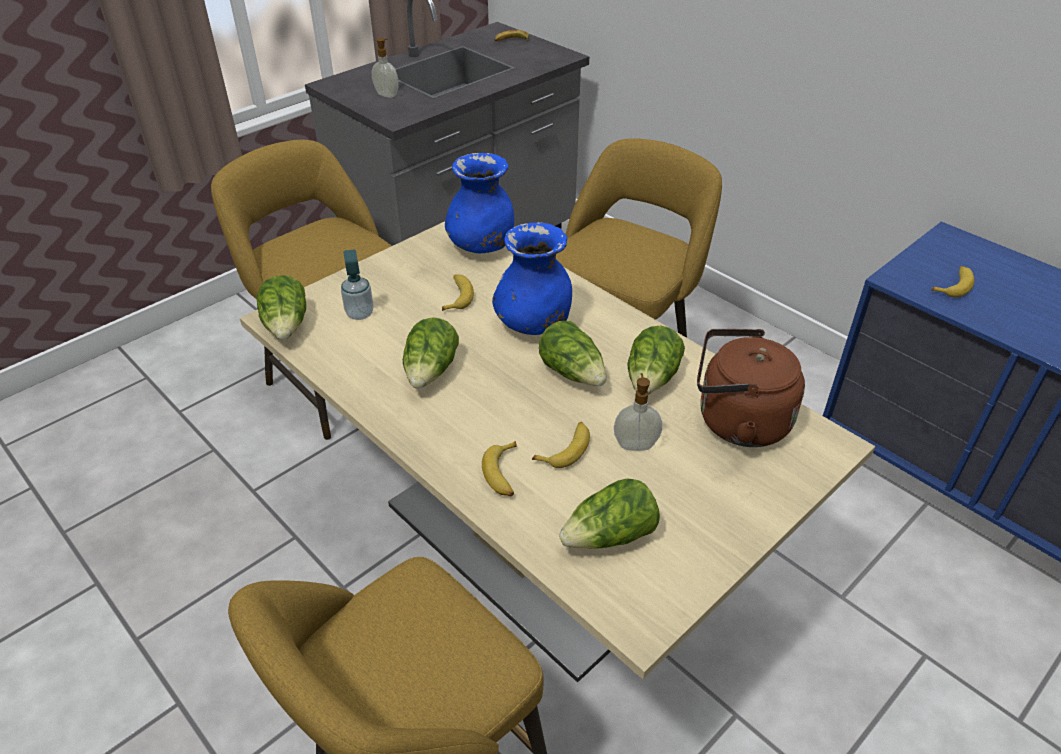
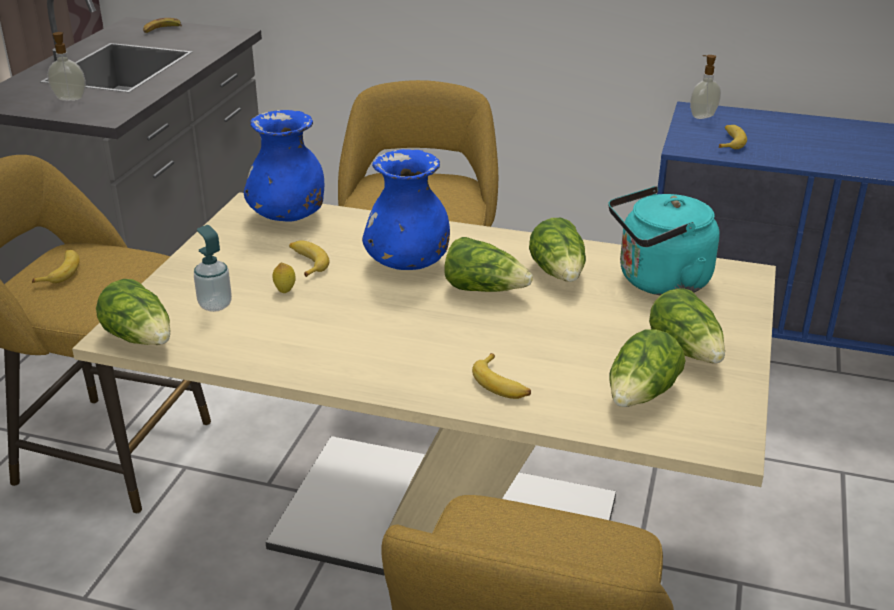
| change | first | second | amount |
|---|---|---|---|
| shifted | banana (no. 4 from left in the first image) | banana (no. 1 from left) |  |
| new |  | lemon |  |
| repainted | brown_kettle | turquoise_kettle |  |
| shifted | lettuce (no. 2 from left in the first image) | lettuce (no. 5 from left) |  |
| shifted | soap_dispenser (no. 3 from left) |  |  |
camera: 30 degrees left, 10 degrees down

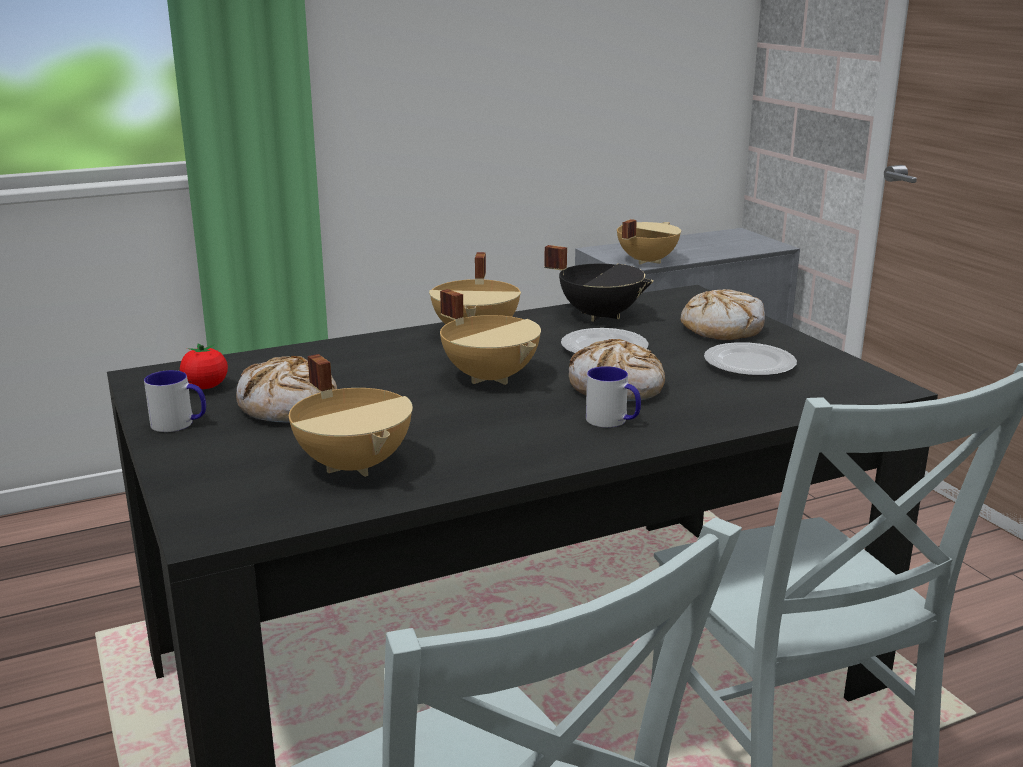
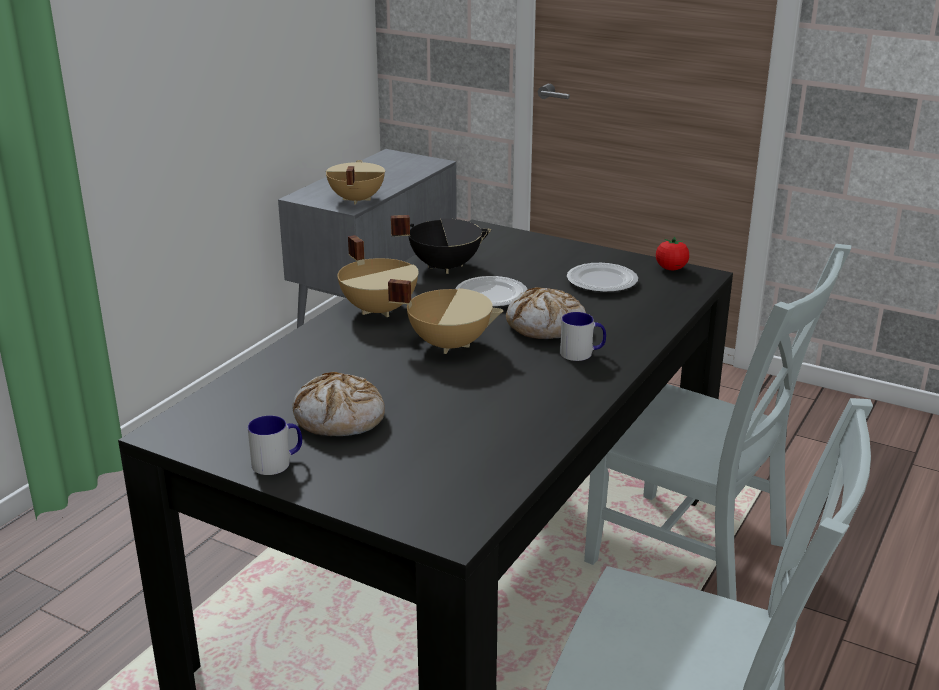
| change | first | second | amount |
|---|---|---|---|
| shifted | tomato |  |  |
| gone | beige_cooking_pot (no. 1 from left) |  |  |
| gone | bread (no. 3 from left) |  |  |
camera: 35 degrees left, 5 degrees up

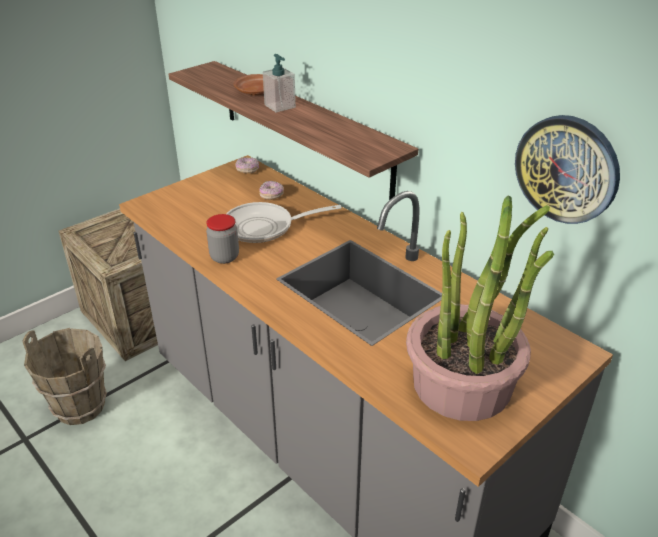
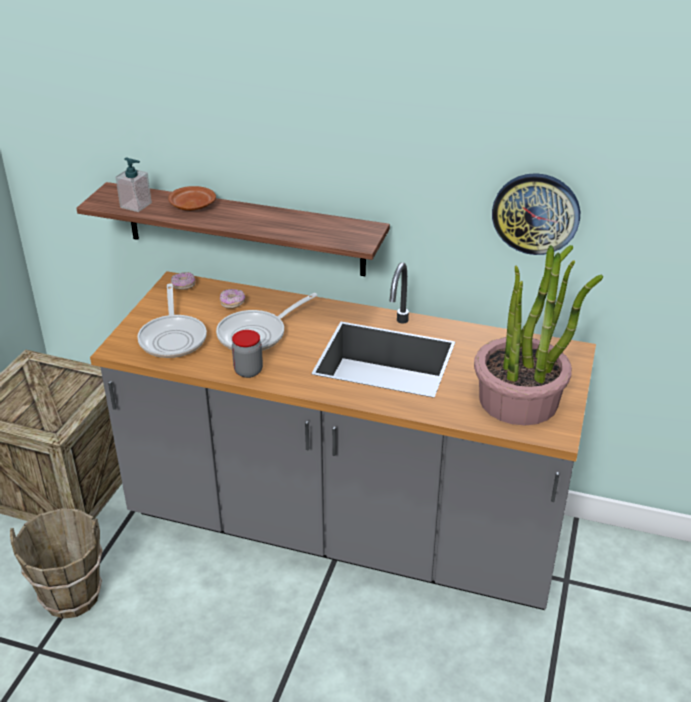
| change | first | second | amount |
|---|---|---|---|
| shifted | soap_dispenser |  |  |
| new |  | frying_pan (no. 1 from left) |  |
camera: 30 degrees left, 0 degrees up

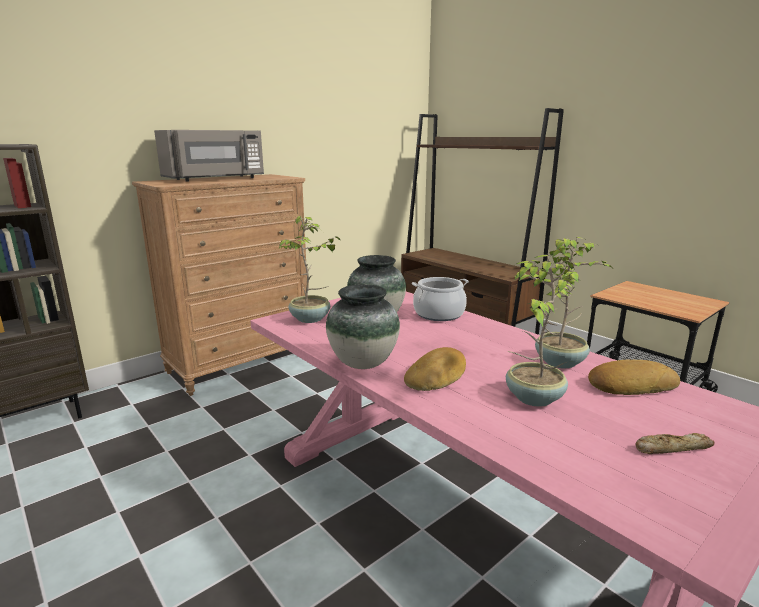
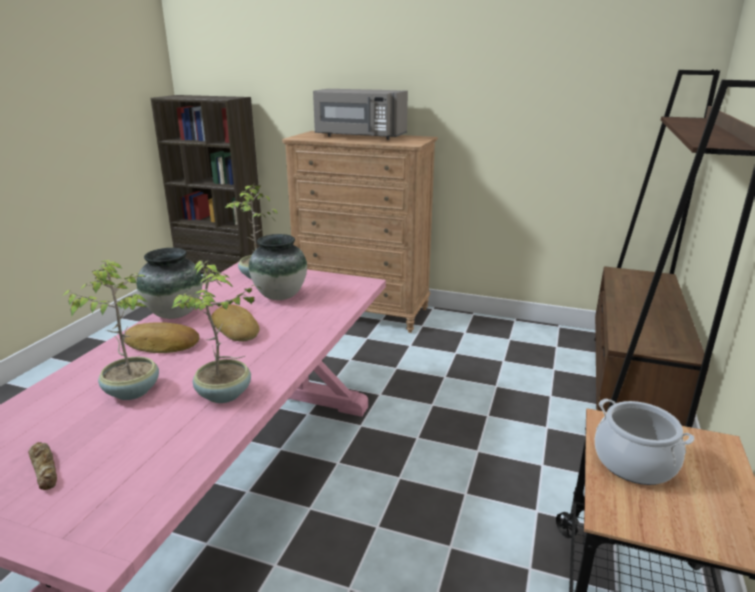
| change | first | second | amount |
|---|---|---|---|
| shifted | bread (no. 2 from left in the first image) | bread (no. 3 from left) |  |
| shifted | cooking_pot |  |  |
camera: 60 degrees right, 5 degrees up

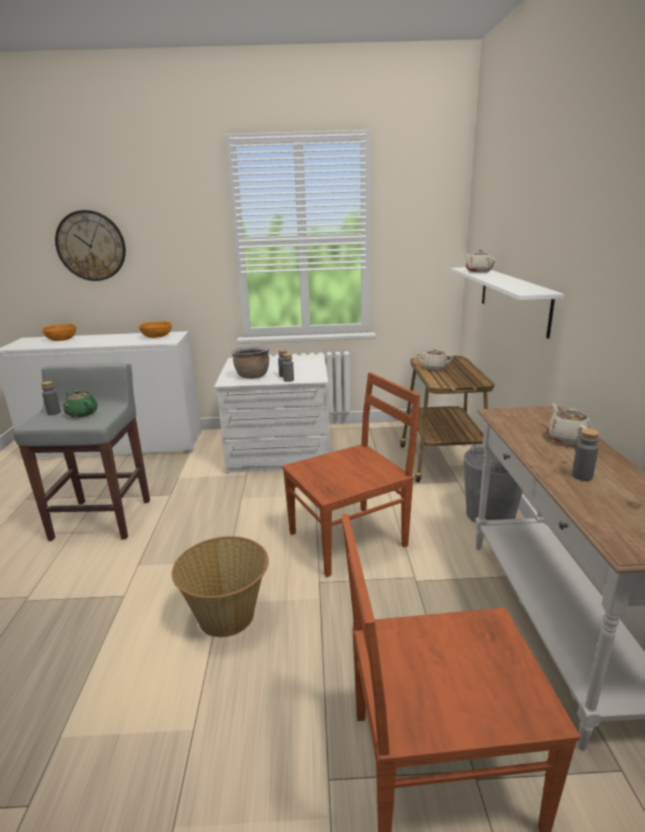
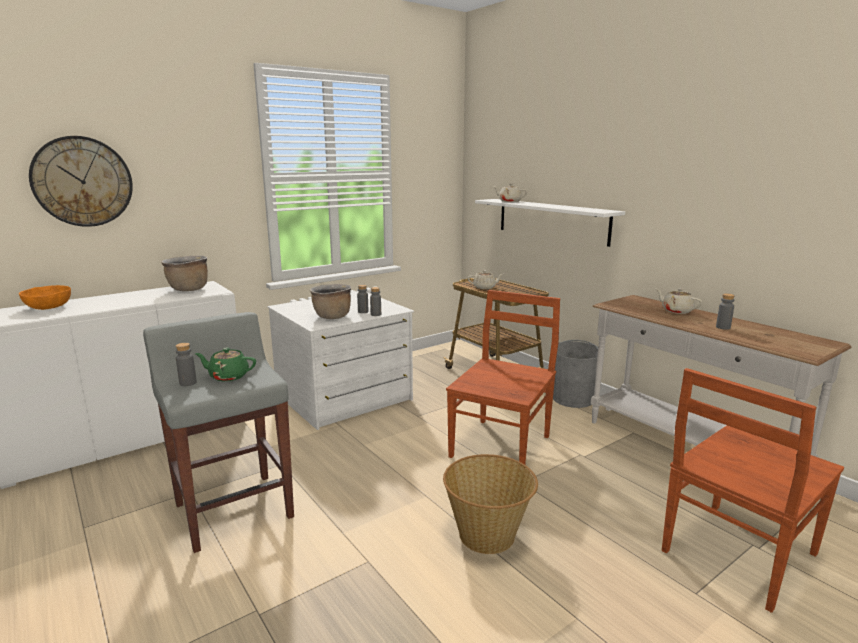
| change | first | second | amount |
|---|---|---|---|
| swapped | orange_bowl (no. 2 from left) | brown_cooking_pot (no. 1 from left) |  |
camera: 35 degrees left, 5 degrees down

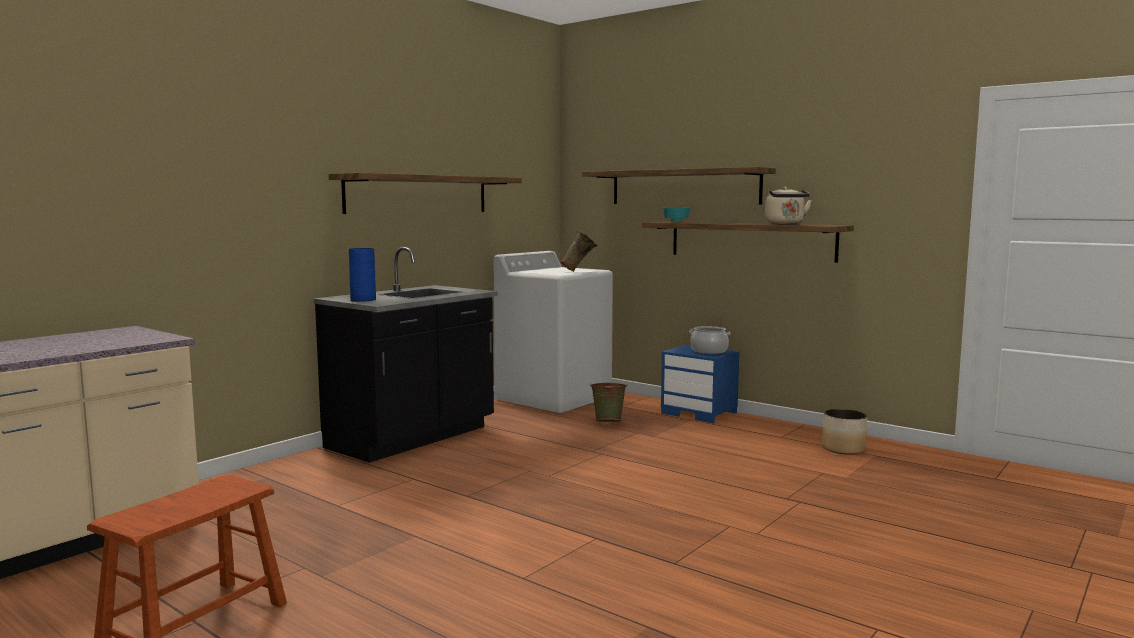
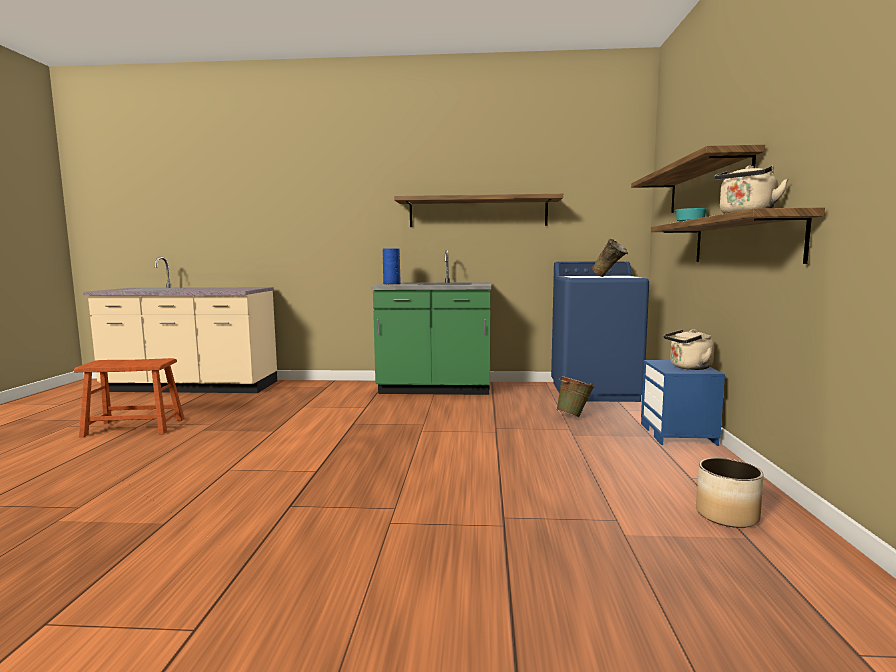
| change | first | second | amount |
|---|---|---|---|
| repainted | black_counter | green_counter |  |
| repainted | white_washing_machine | blue_washing_machine |  |
| swapped | cooking_pot | beige_kettle (no. 1 from left) |  |
camera: 55 degrees right, 0 degrees up

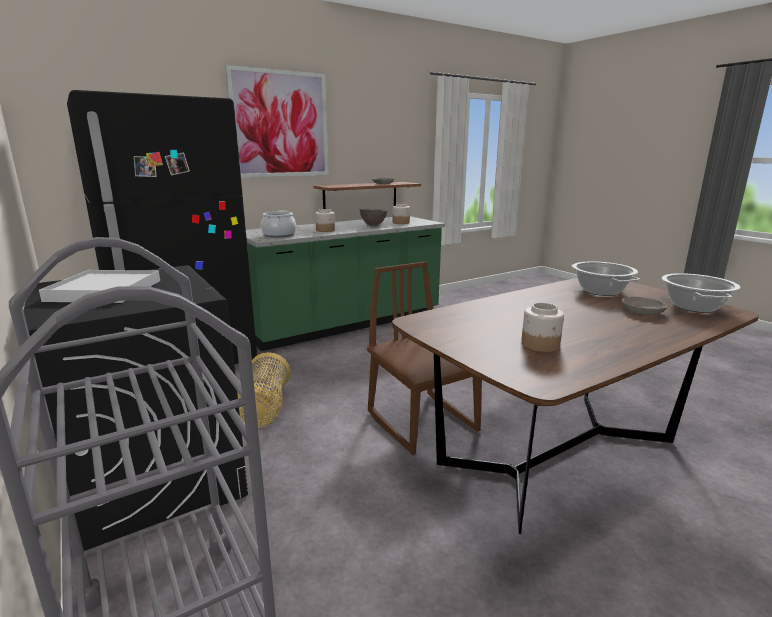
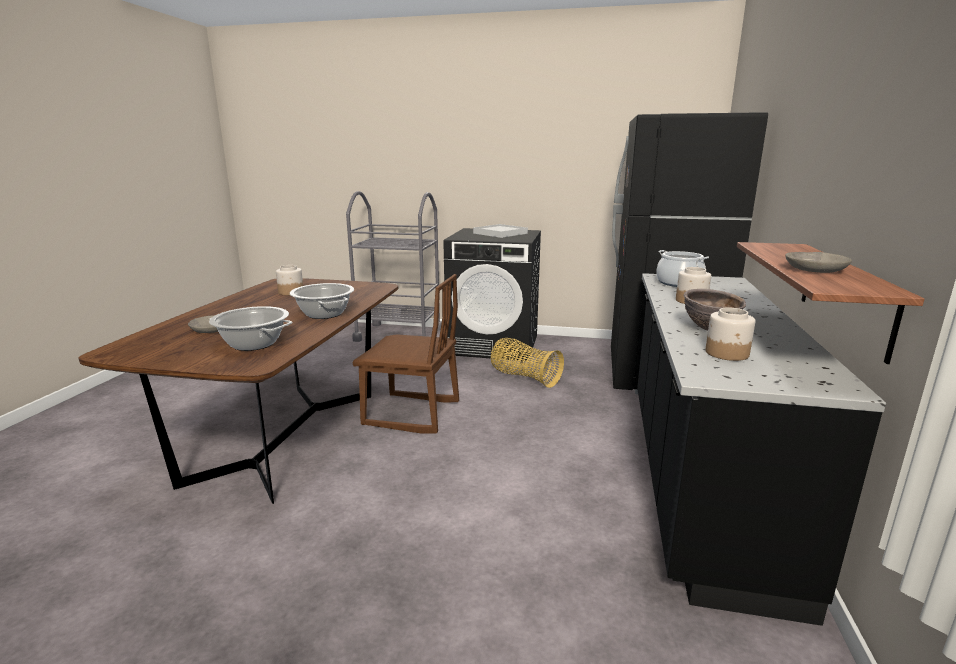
| change | first | second | amount |
|---|---|---|---|
| shifted | cooking_pot (no. 3 from left in the first image) | cooking_pot (no. 2 from left) |  |
| repainted | green_counter | black_counter |  |
| gone | picture |  |  |
camera: 135 degrees right, 0 degrees up

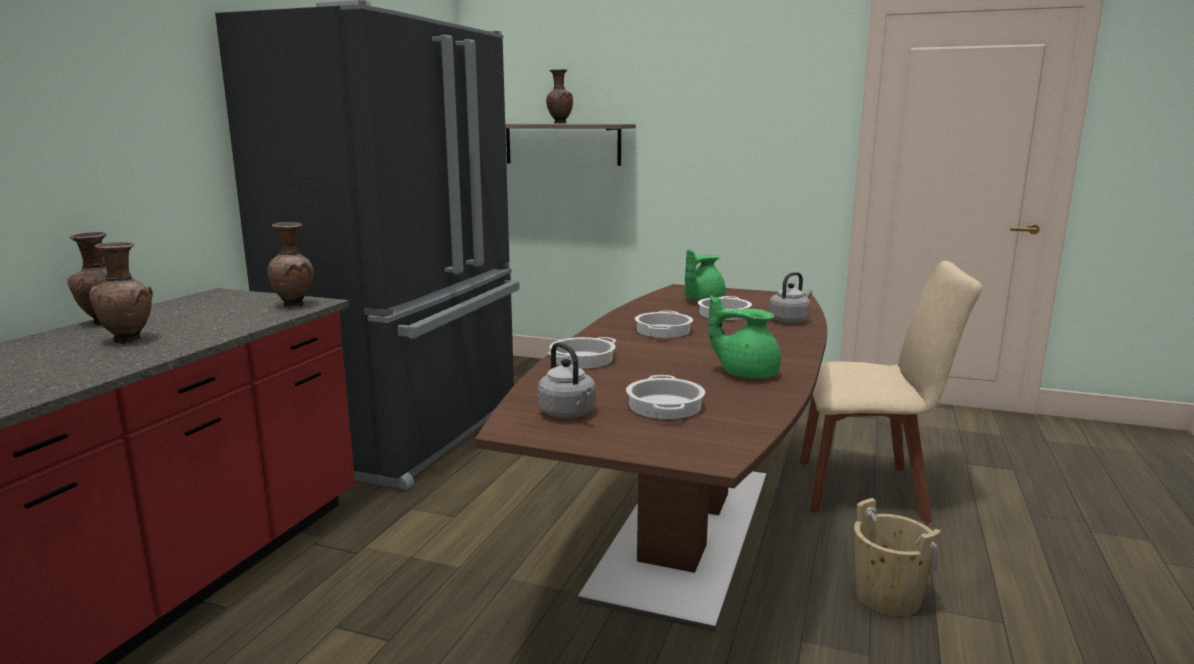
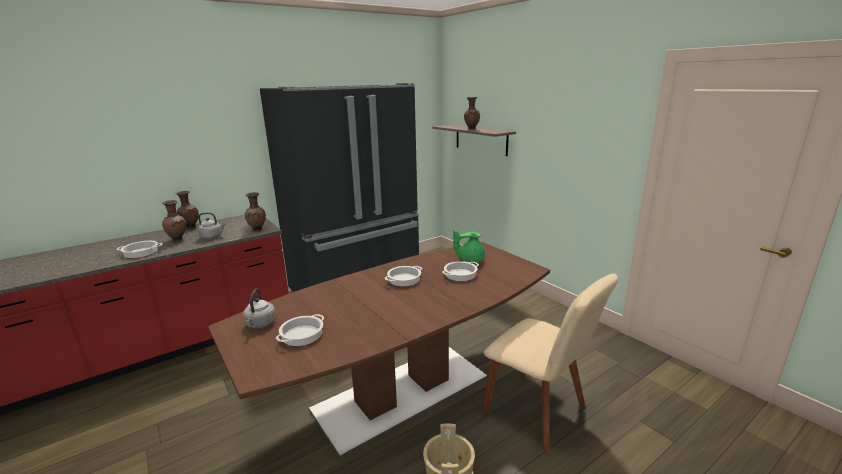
| change | first | second | amount |
|---|---|---|---|
| shifted | cooking_pot (no. 1 from left) |  |  |
| shifted | grey_kettle (no. 2 from left in the first image) | grey_kettle (no. 1 from left) |  |
| gone | green_teapot (no. 2 from left) |  |  |
camera: 35 degrees right, 5 degrees up

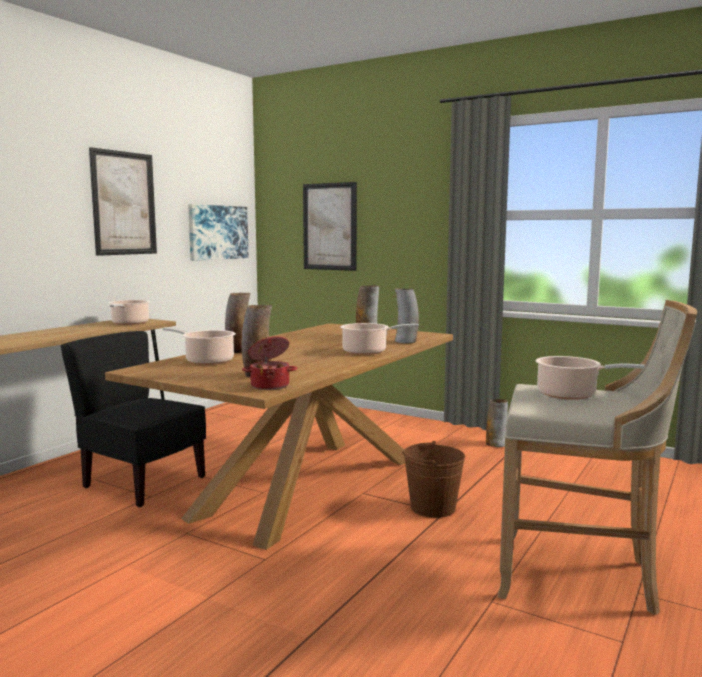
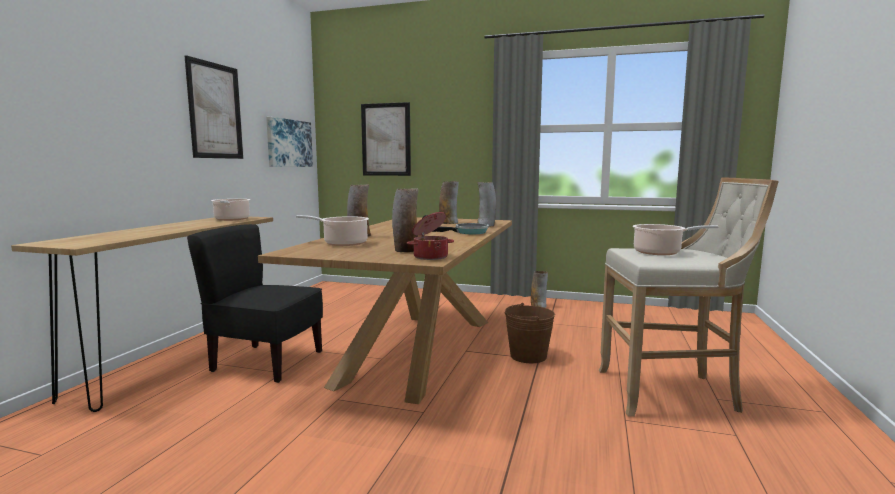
| change | first | second | amount |
|---|---|---|---|
| swapped | cooking_pot (no. 4 from left) | frying_pan |  |
camera: 15 degrees left, 0 degrees up

